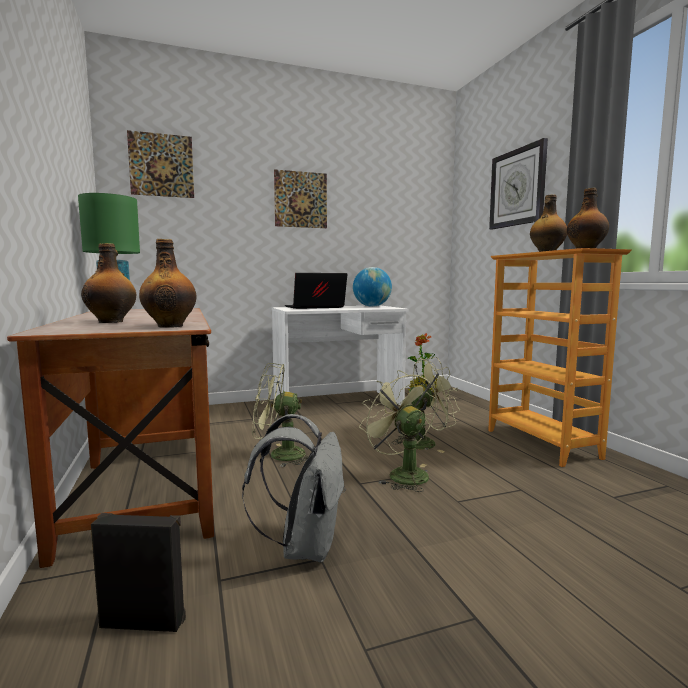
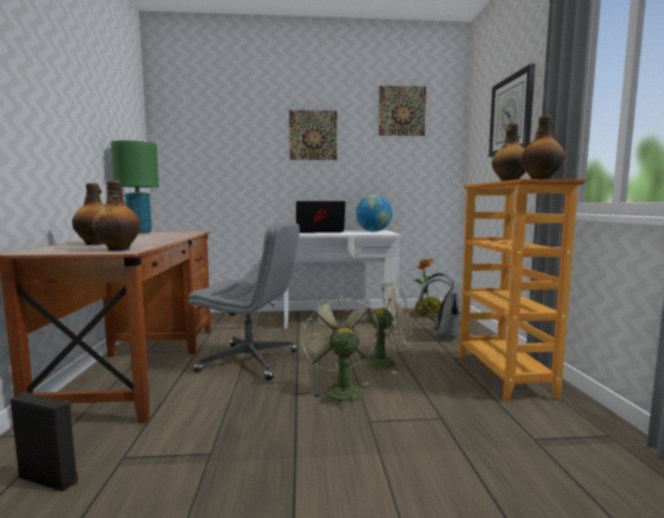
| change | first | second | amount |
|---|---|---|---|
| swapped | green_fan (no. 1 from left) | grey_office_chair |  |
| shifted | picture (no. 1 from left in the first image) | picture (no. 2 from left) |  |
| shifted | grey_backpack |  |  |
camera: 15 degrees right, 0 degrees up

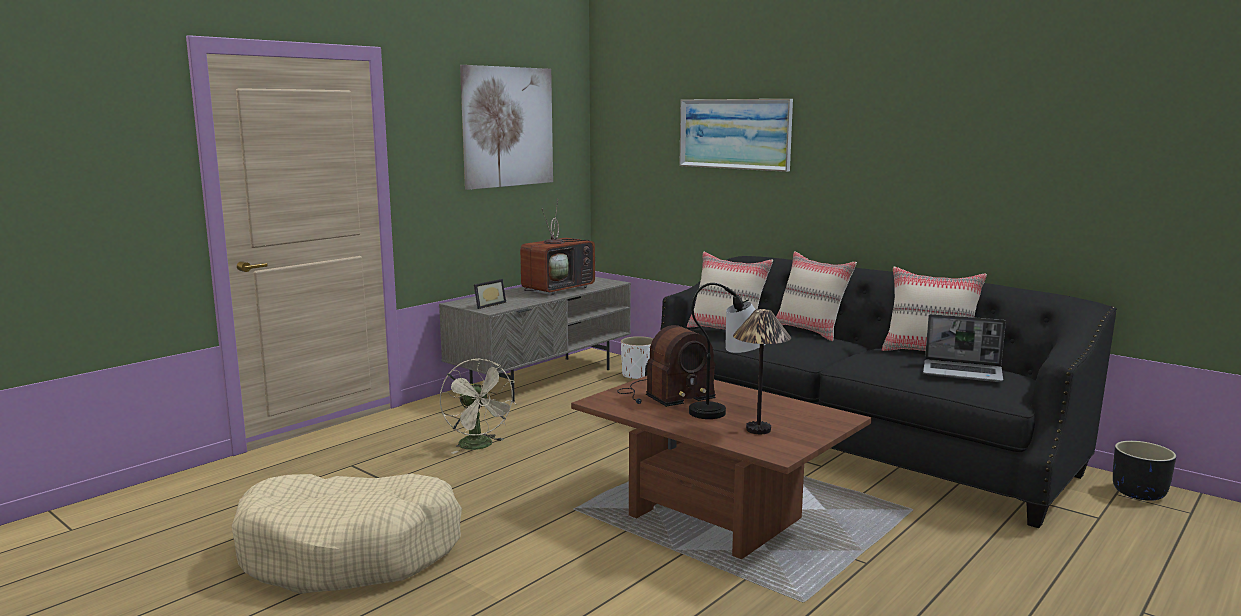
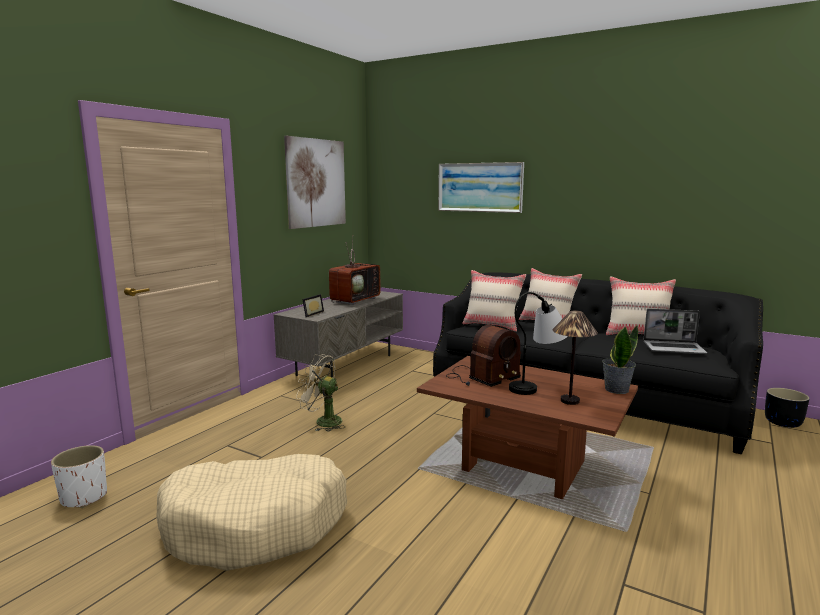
| change | first | second | amount |
|---|---|---|---|
| shifted | white_planter |  |  |
| rotated | beige_fan |  | 150 degrees clockwise |
| new |  | potted_plant |  |
camera: 10 degrees left, 0 degrees up

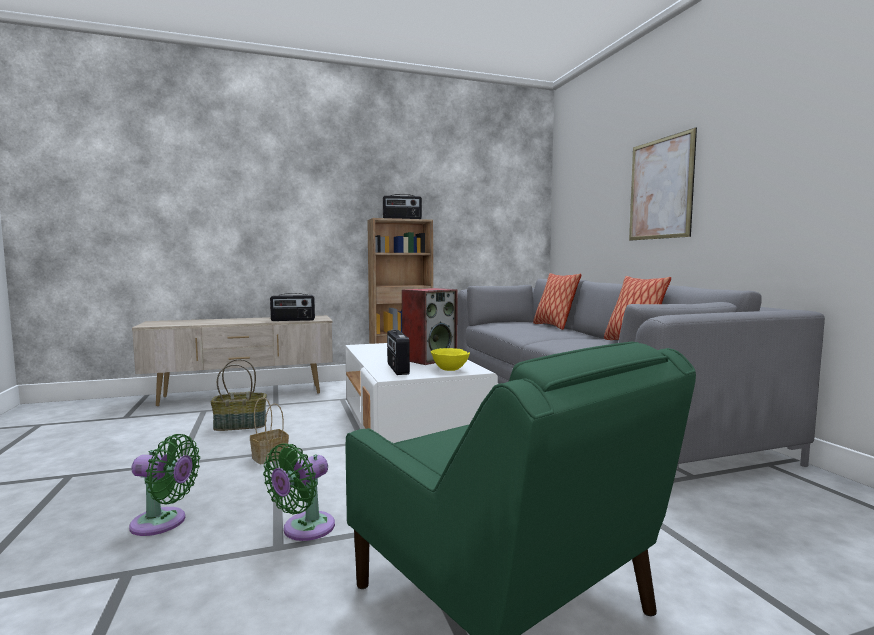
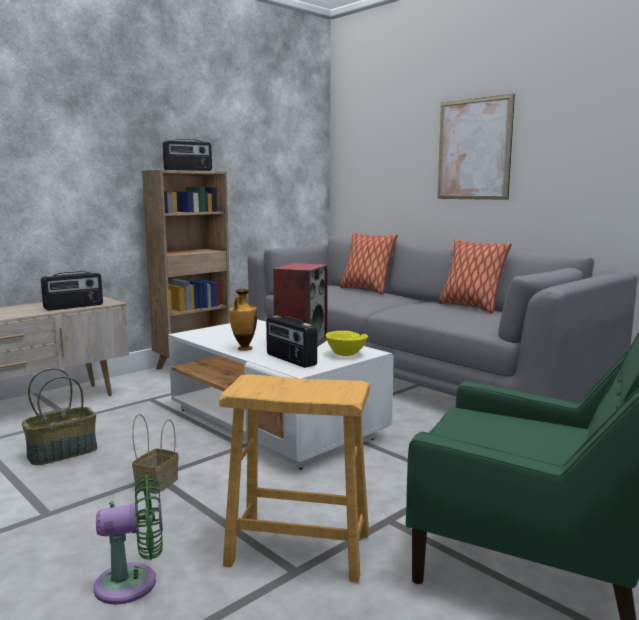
| change | first | second | amount |
|---|---|---|---|
| swapped | green_fan (no. 2 from left) | brown_stool |  |
| new |  | vase |  |
camera: 25 degrees left, 5 degrees up

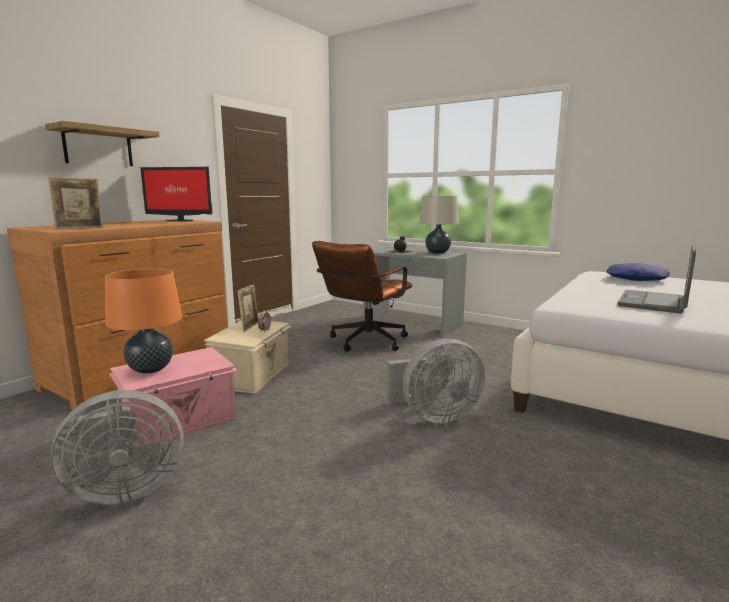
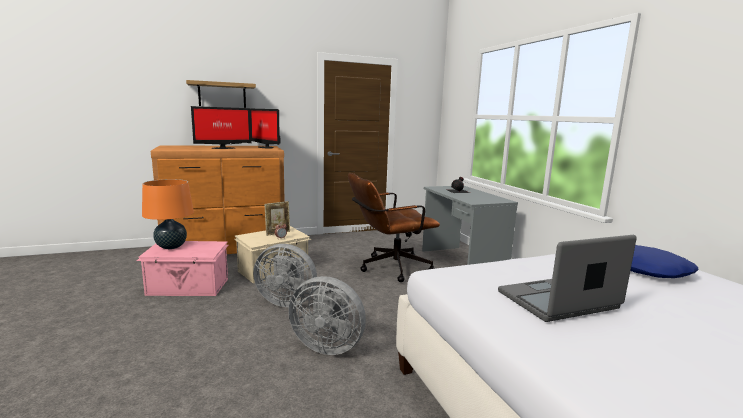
| change | first | second | amount |
|---|---|---|---|
| new |  | monitor (no. 1 from left) |  |
| shifted | grey_fan (no. 1 from left) |  |  |
| gone | picture_frame (no. 1 from left) |  |  |
| gone | beige_table_lamp |  |  |
camera: 35 degrees right, 0 degrees up

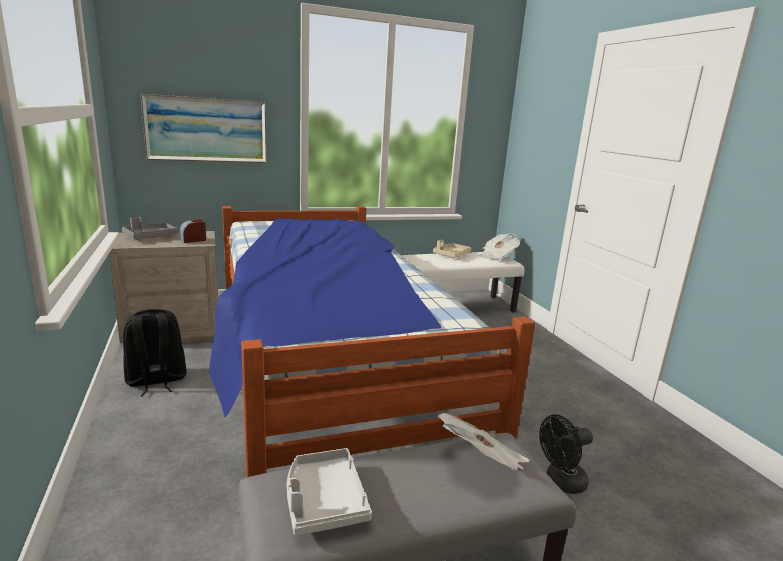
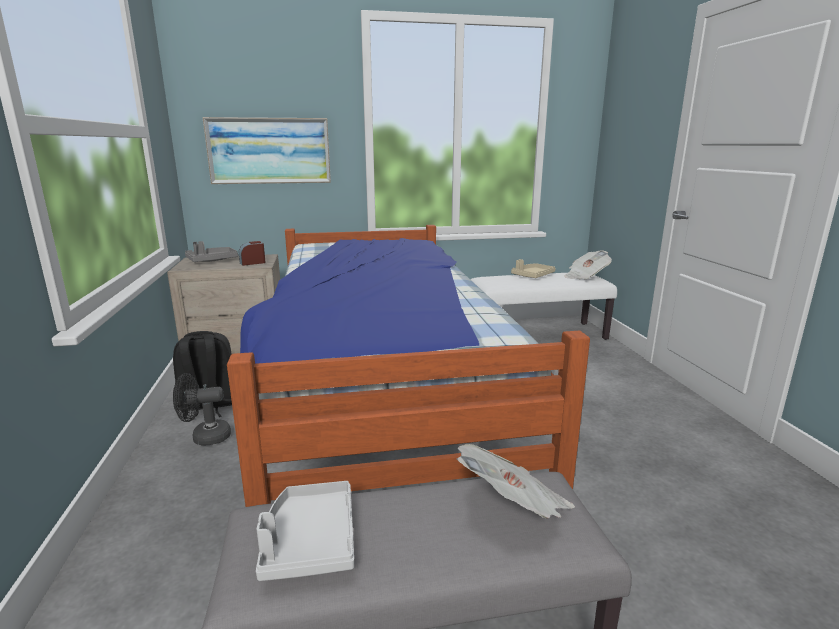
| change | first | second | amount |
|---|---|---|---|
| shifted | black_fan |  |  |
camera: 10 degrees right, 0 degrees up

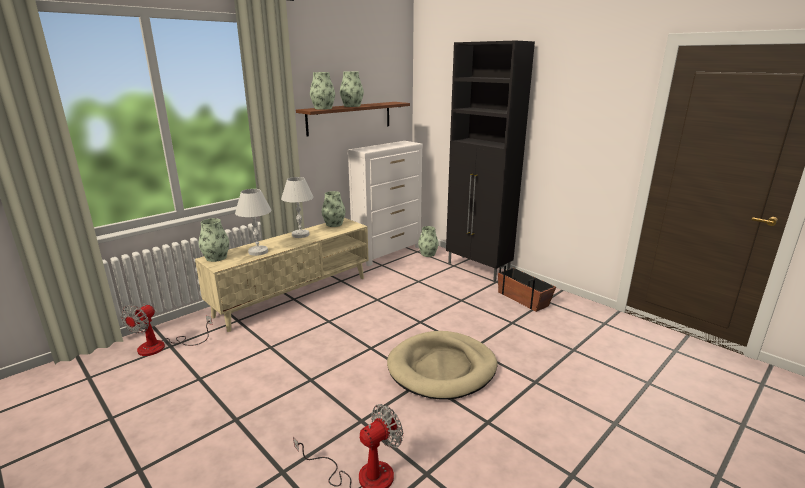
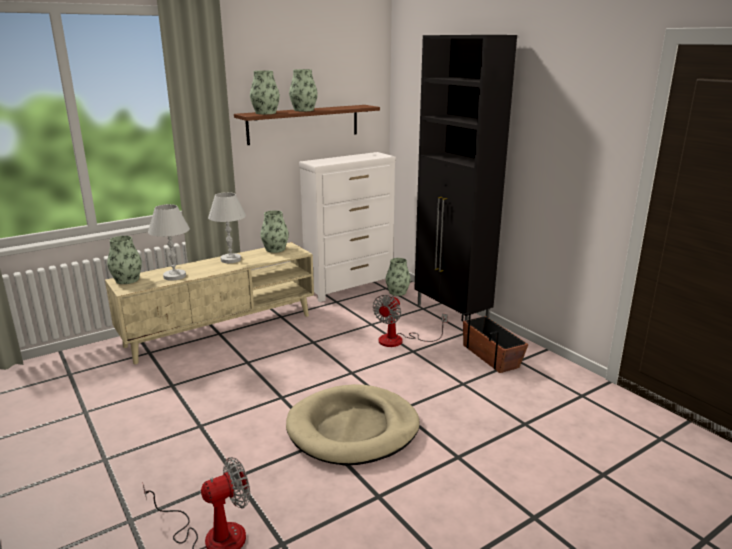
| change | first | second | amount |
|---|---|---|---|
| shifted | fan (no. 1 from left in the first image) | fan (no. 2 from left) |  |
camera: 10 degrees right, 0 degrees up

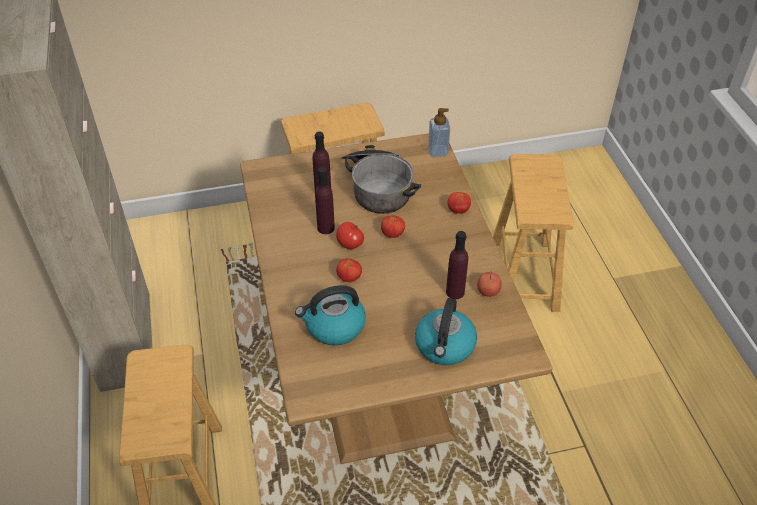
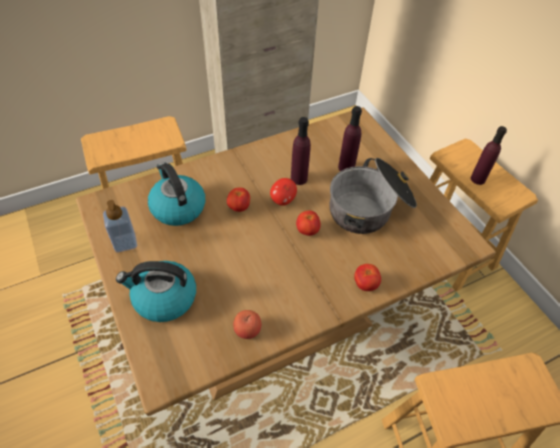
| change | first | second | amount |
|---|---|---|---|
| shifted | soap_dispenser |  |  |
| shifted | purple_bottle (no. 3 from left) |  |  |
camera: 75 degrees right, 5 degrees up

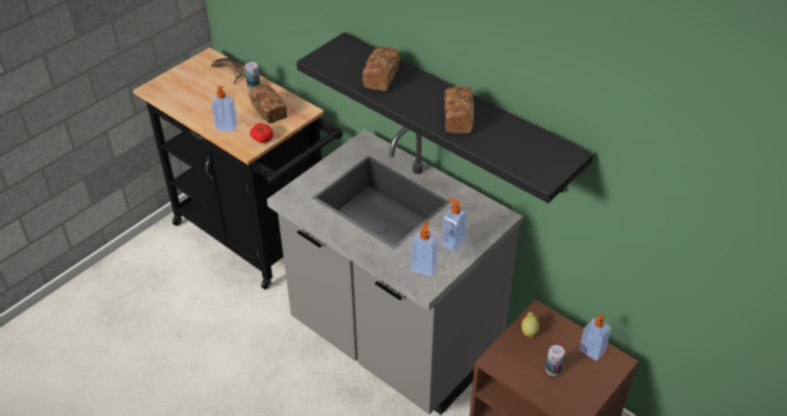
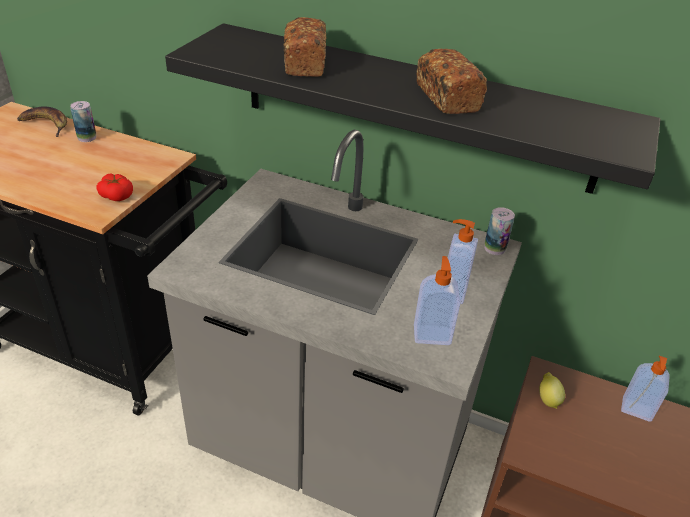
| change | first | second | amount |
|---|---|---|---|
| shifted | can (no. 2 from left) |  |  |
| gone | soap_dispenser (no. 1 from left) |  |  |
| gone | bread (no. 1 from left) |  |  |
camera: 20 degrees left, 5 degrees down

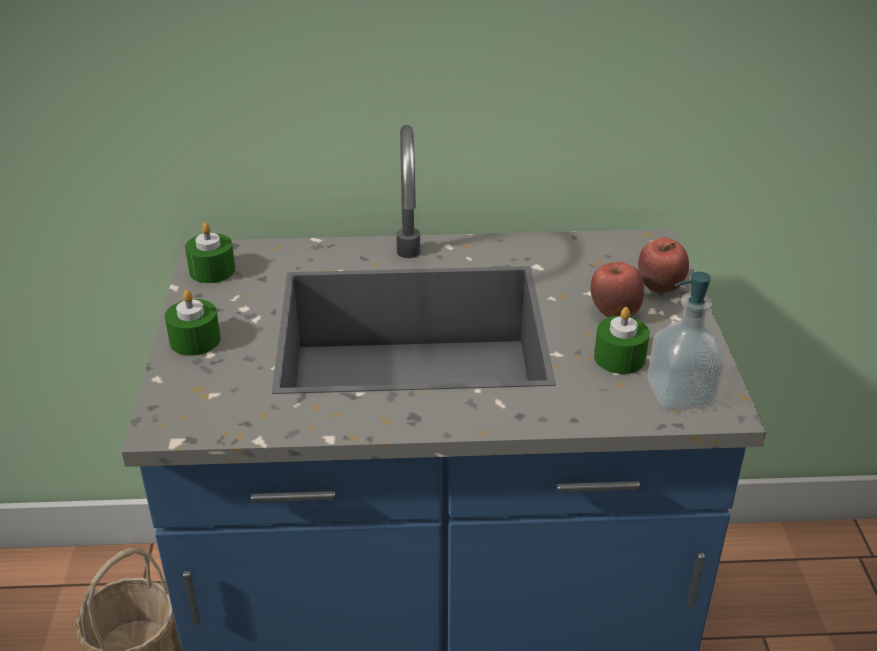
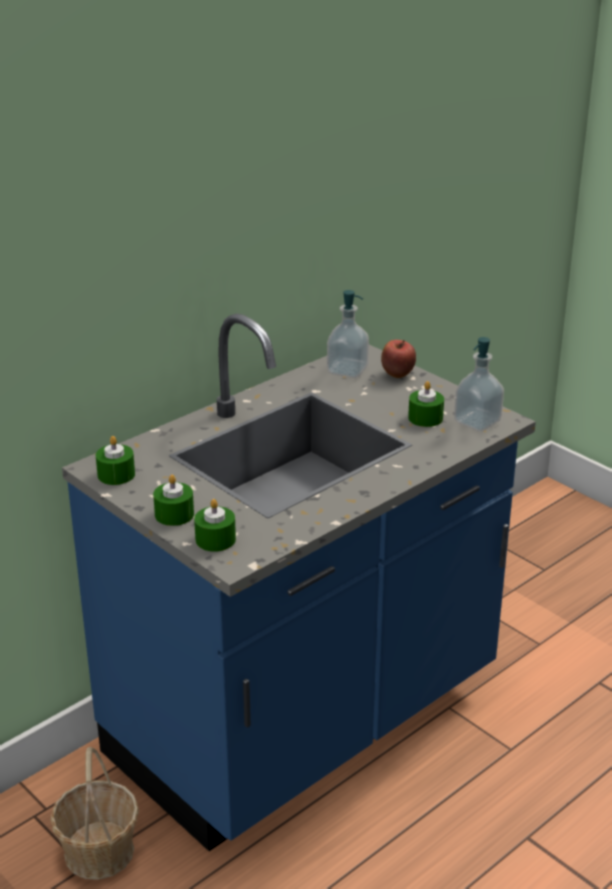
| change | first | second | amount |
|---|---|---|---|
| new |  | green_candle (no. 3 from left) |  |
| new |  | soap_dispenser (no. 1 from left) |  |
| gone | apple (no. 1 from left) |  |  |
camera: 40 degrees left, 5 degrees down

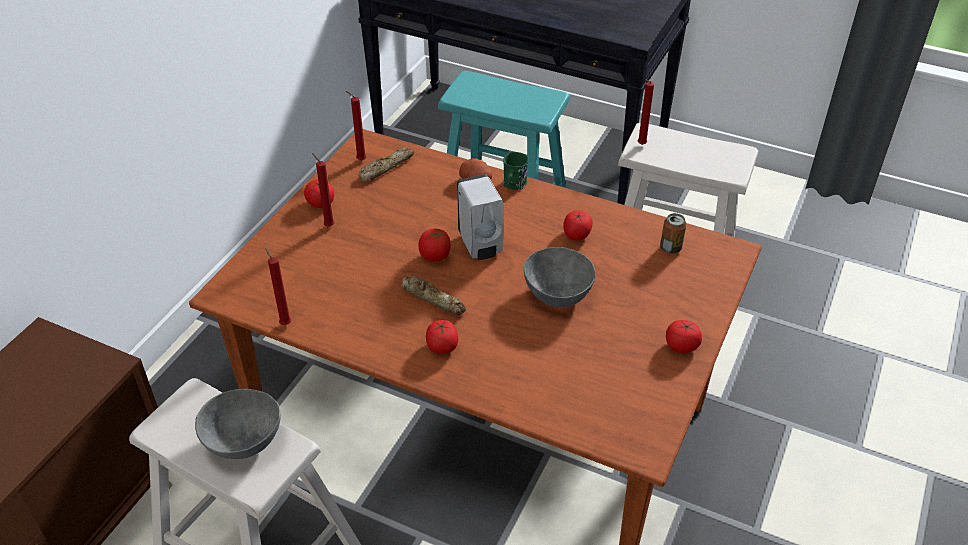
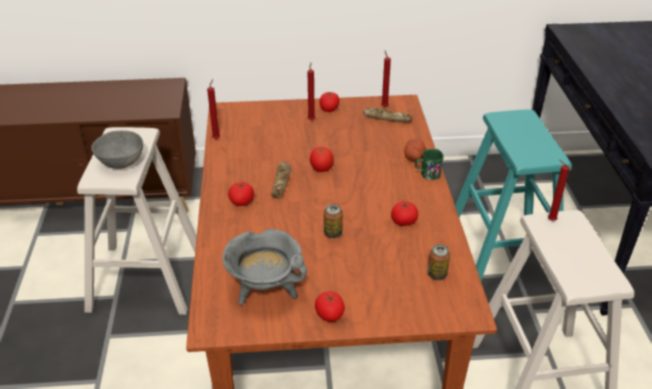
| change | first | second | amount |
|---|---|---|---|
| new |  | grey_cooking_pot |  |
| swapped | grey_bowl (no. 2 from left) | can (no. 1 from left) |  |
| gone | white_soap_dispenser |  |  |
camera: 60 degrees right, 5 degrees down

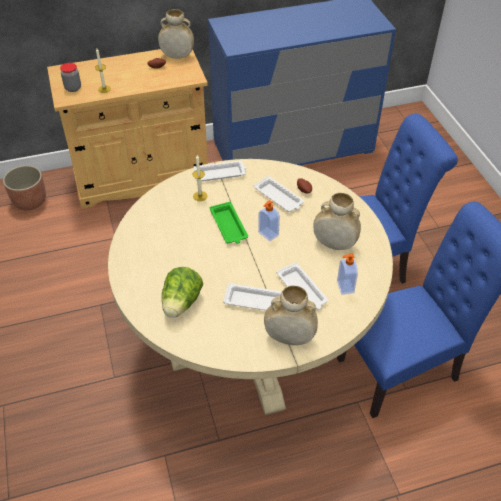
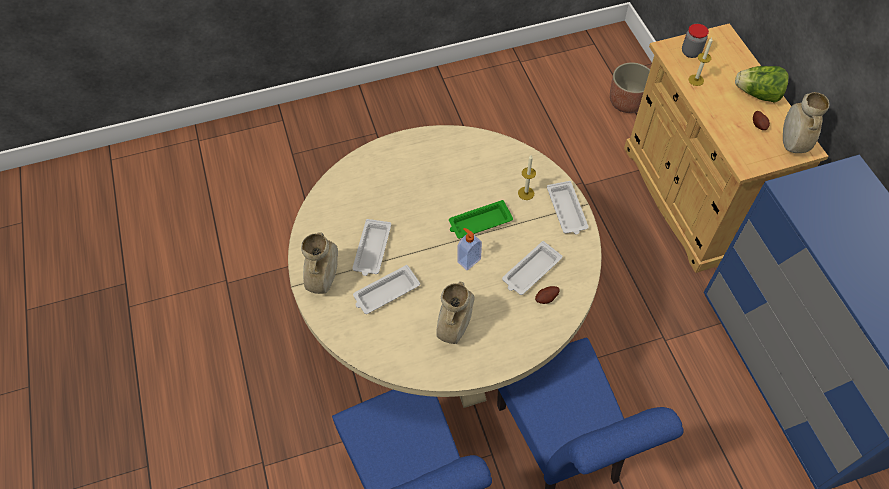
| change | first | second | amount |
|---|---|---|---|
| shifted | lettuce |  |  |
| gone | soap_dispenser (no. 2 from left) |  |  |
camera: 90 degrees right, 10 degrees up

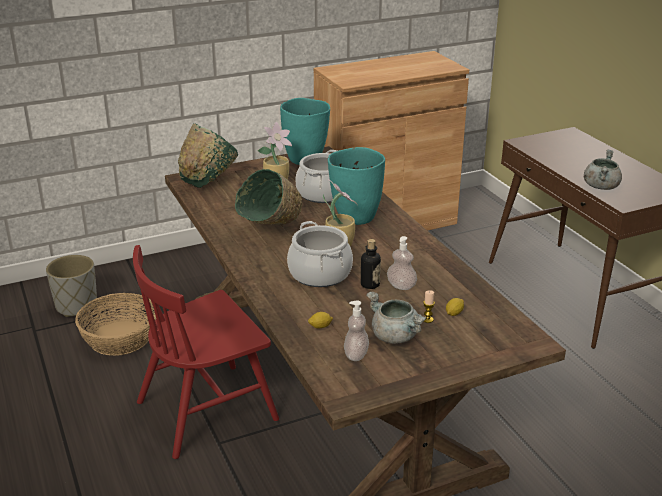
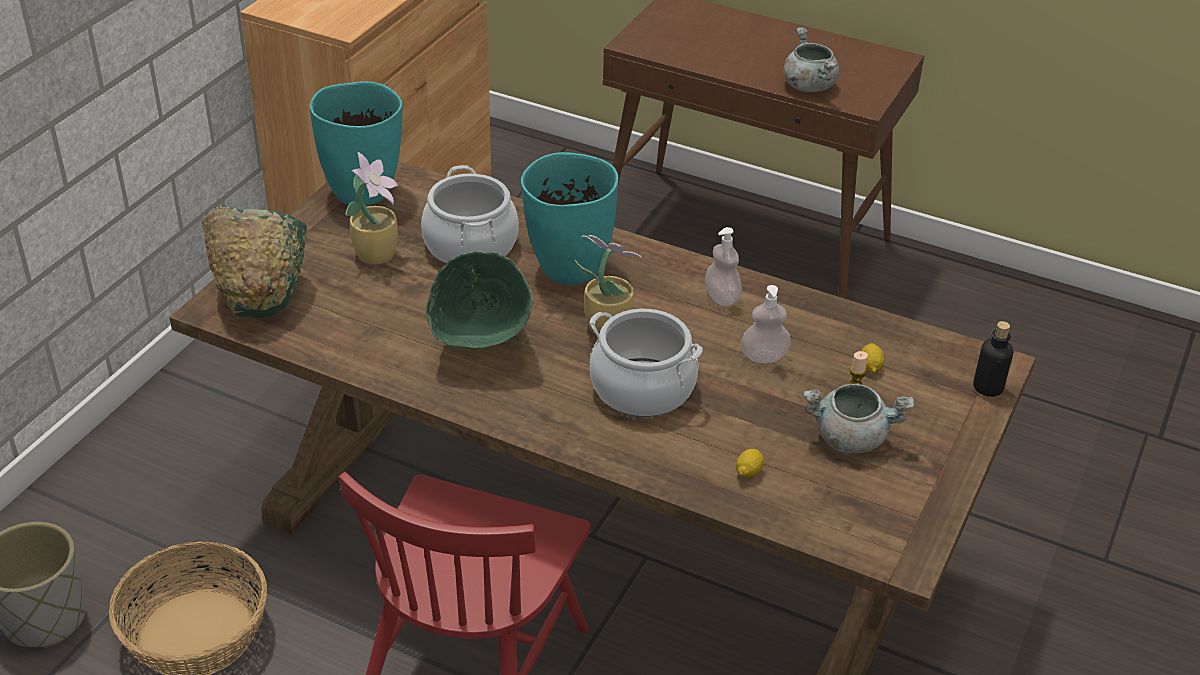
| change | first | second | amount |
|---|---|---|---|
| shifted | soap_dispenser (no. 1 from left) |  |  |
| shifted | bottle |  |  |
camera: 40 degrees left, 10 degrees up

